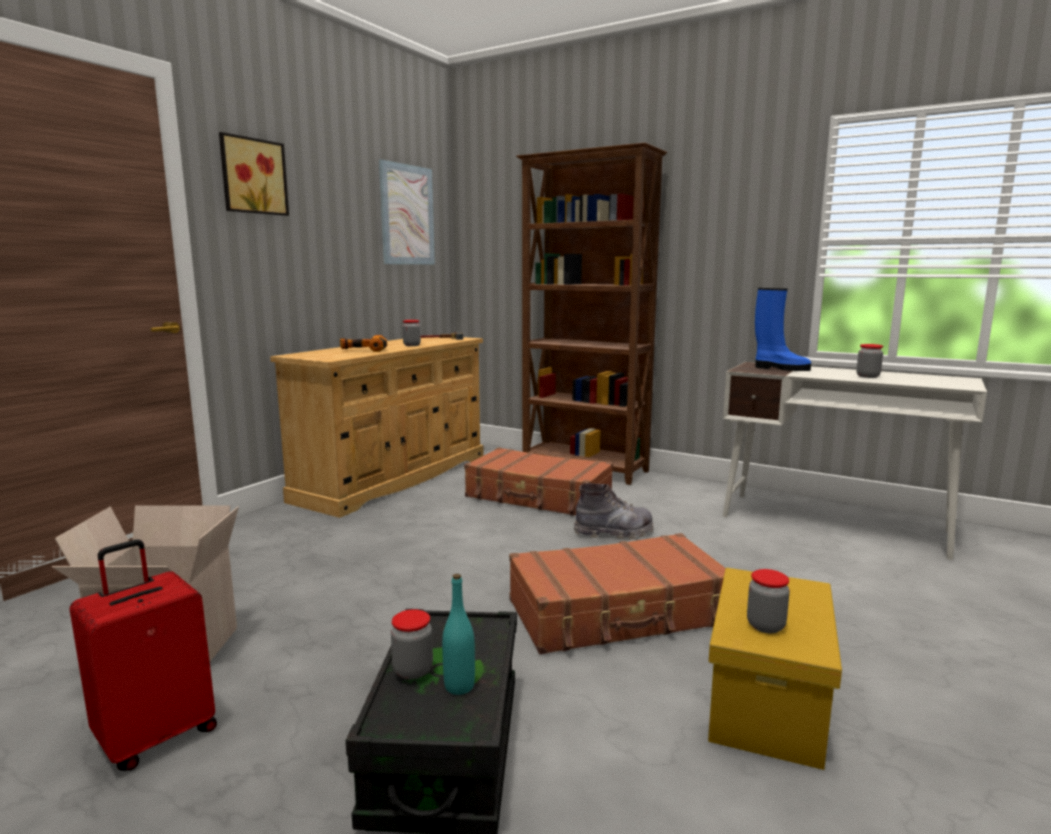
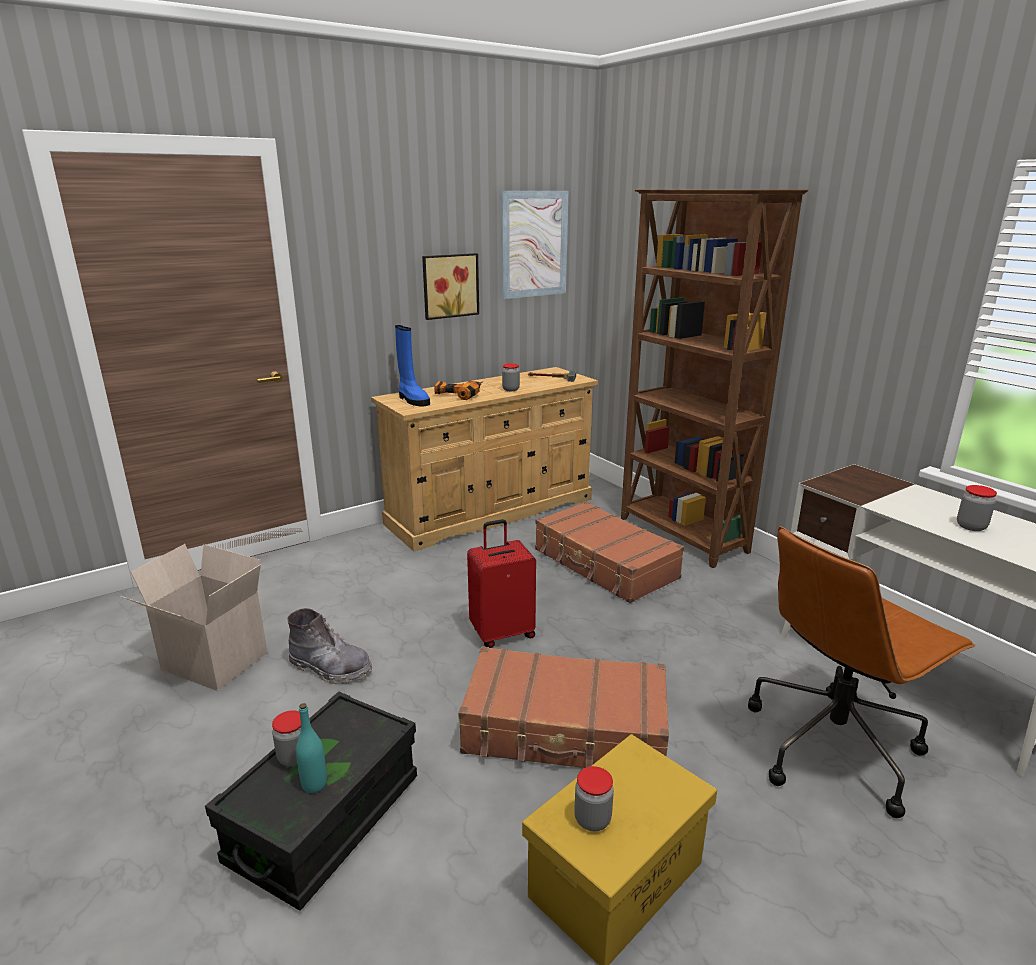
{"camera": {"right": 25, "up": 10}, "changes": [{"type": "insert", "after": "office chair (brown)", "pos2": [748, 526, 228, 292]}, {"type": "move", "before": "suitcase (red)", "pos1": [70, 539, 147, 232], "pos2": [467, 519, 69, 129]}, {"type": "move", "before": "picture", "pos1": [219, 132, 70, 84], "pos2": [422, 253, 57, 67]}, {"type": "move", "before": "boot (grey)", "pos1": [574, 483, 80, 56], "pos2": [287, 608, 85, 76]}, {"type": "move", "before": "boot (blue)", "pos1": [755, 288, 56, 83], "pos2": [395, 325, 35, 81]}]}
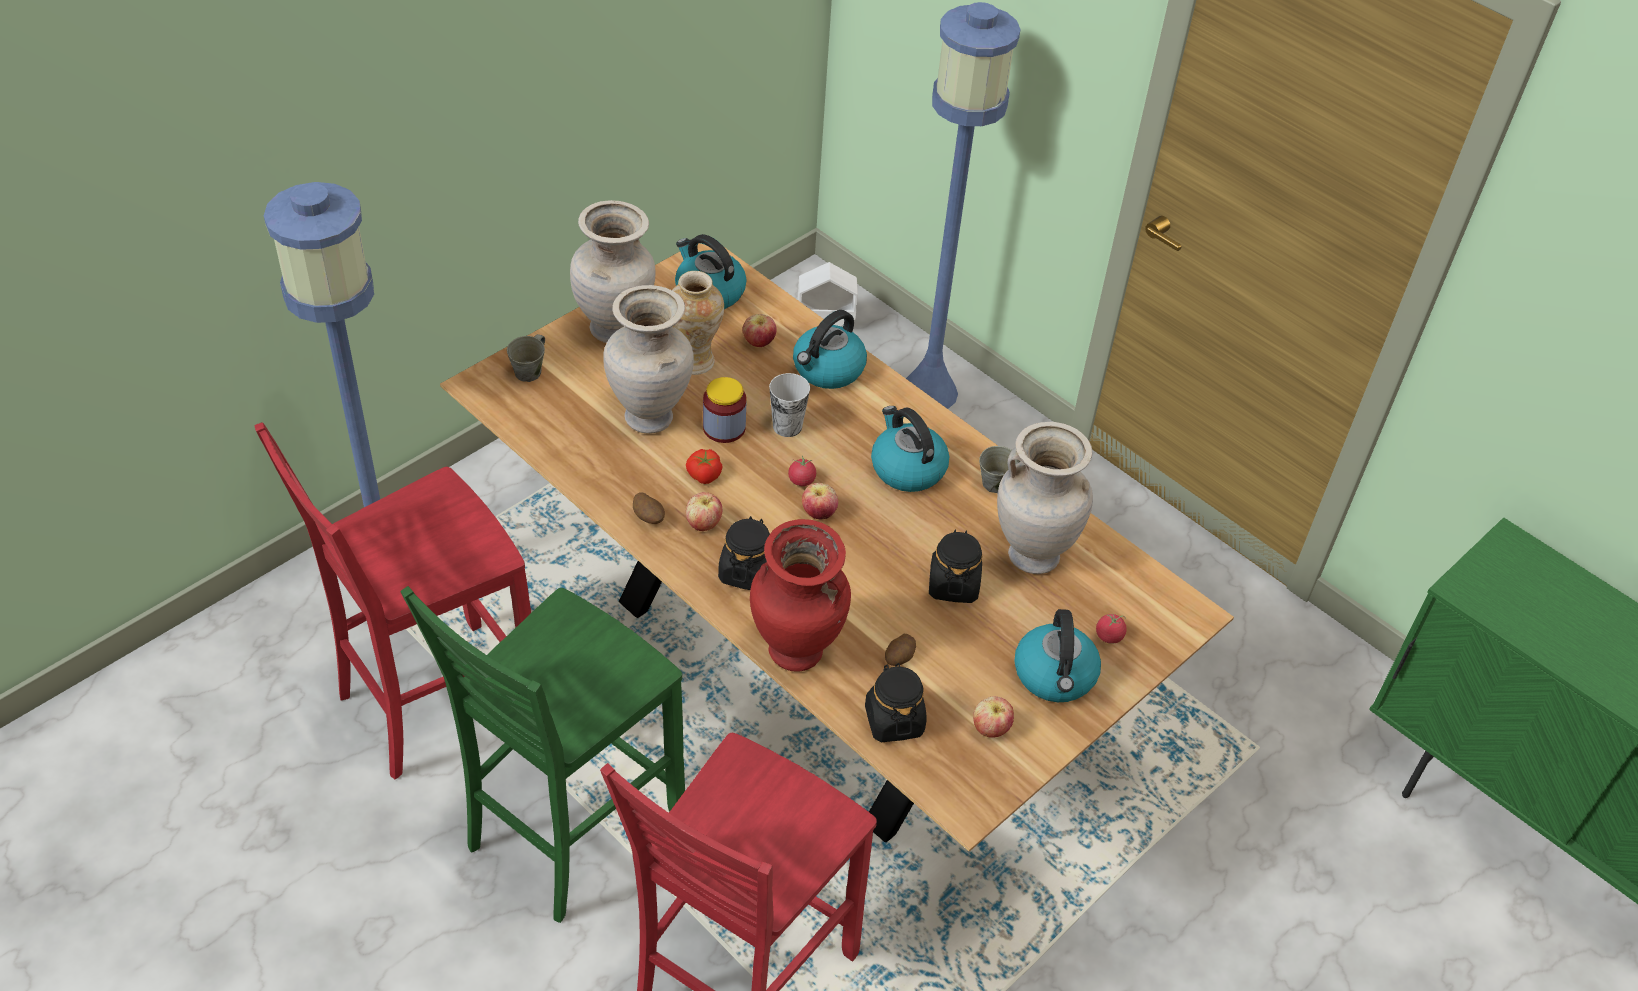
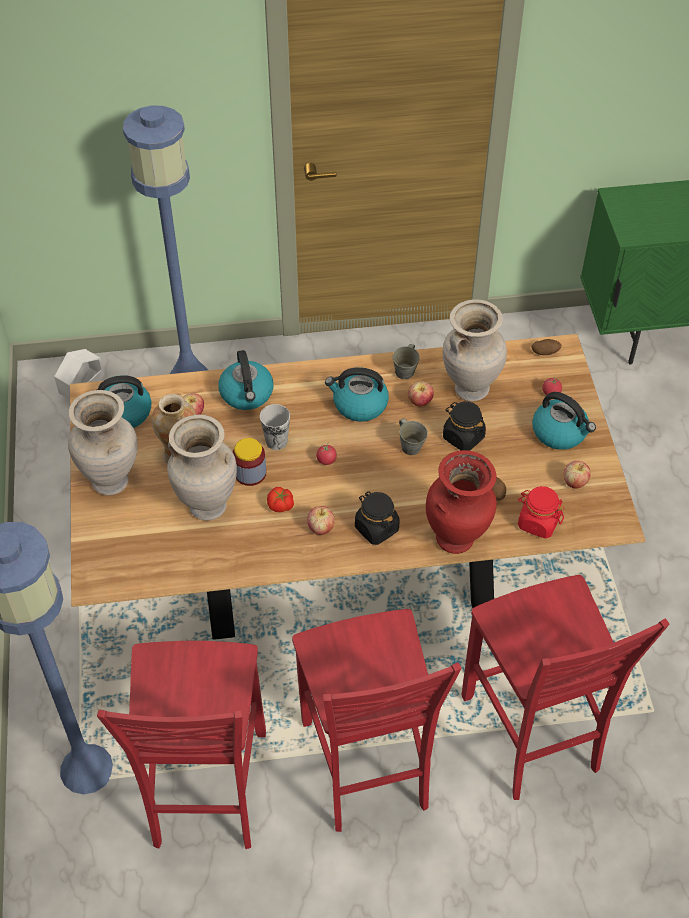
{"camera": {"right": -50, "up": 5}, "changes": [{"type": "move", "before": "mug (grey)", "pos1": [507, 334, 38, 48], "pos2": [399, 418, 29, 37]}, {"type": "move", "before": "potato", "pos1": [633, 492, 32, 32], "pos2": [532, 339, 30, 16]}, {"type": "move", "before": "apple", "pos1": [802, 483, 36, 37], "pos2": [408, 381, 26, 25]}, {"type": "recolor", "before": "chair (green)", "after": "chair (red)", "pos1": [400, 586, 285, 337], "pos2": [292, 609, 170, 223]}, {"type": "recolor", "before": "jar (black)", "after": "jar (red)", "pos1": [865, 663, 62, 79], "pos2": [518, 486, 47, 53]}]}
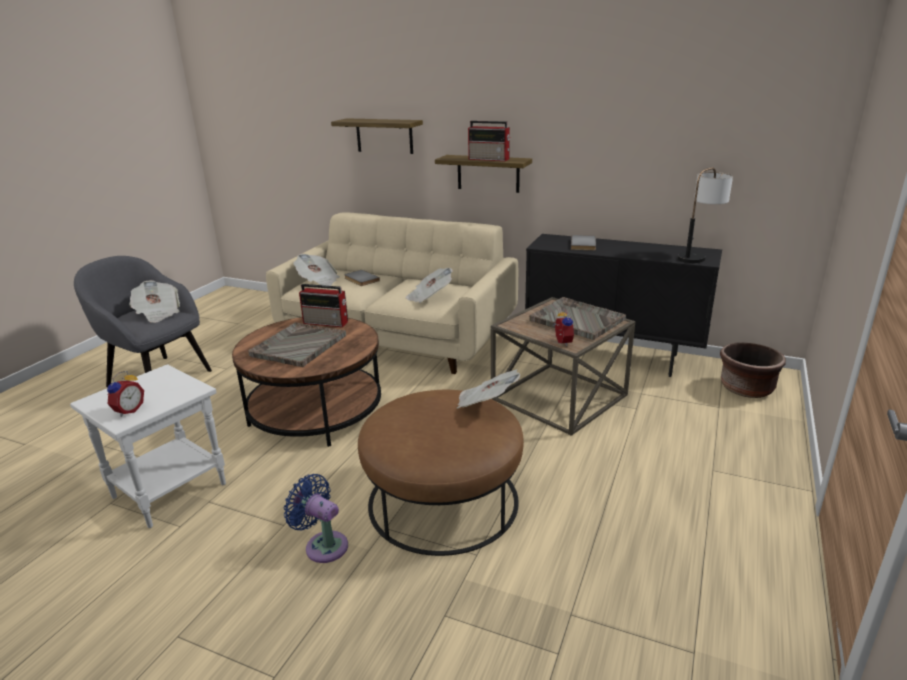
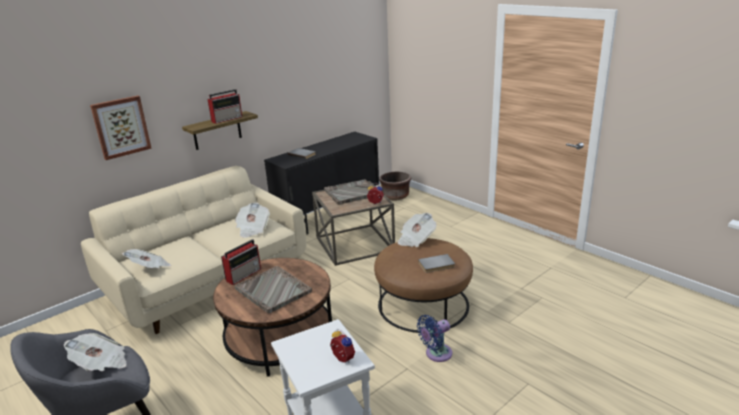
{"camera": {"right": -65, "up": 0}, "changes": [{"type": "delete", "before": "table lamp", "pos1": [678, 167, 55, 96]}, {"type": "move", "before": "book (grey)", "pos1": [344, 270, 36, 16], "pos2": [418, 254, 37, 19]}, {"type": "replace", "before": "shelf", "after": "picture", "pos1": [331, 118, 92, 36], "pos2": [90, 96, 62, 64]}]}
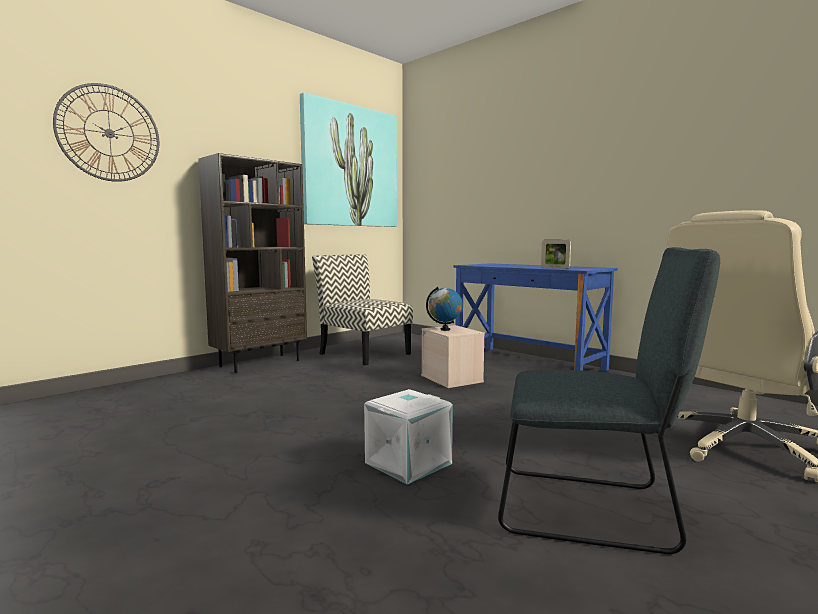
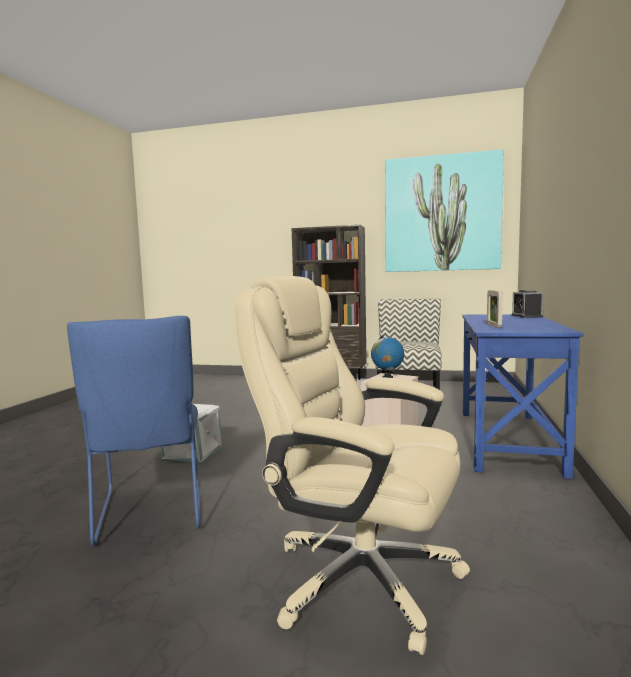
{"camera": {"right": 60, "up": 0}, "changes": [{"type": "delete", "before": "wall clock", "pos1": [53, 83, 106, 99]}, {"type": "insert", "after": "alarm clock", "pos2": [512, 289, 31, 29]}, {"type": "recolor", "before": "chair (grey)", "after": "chair (blue)", "pos1": [498, 247, 222, 307], "pos2": [67, 316, 133, 230]}]}
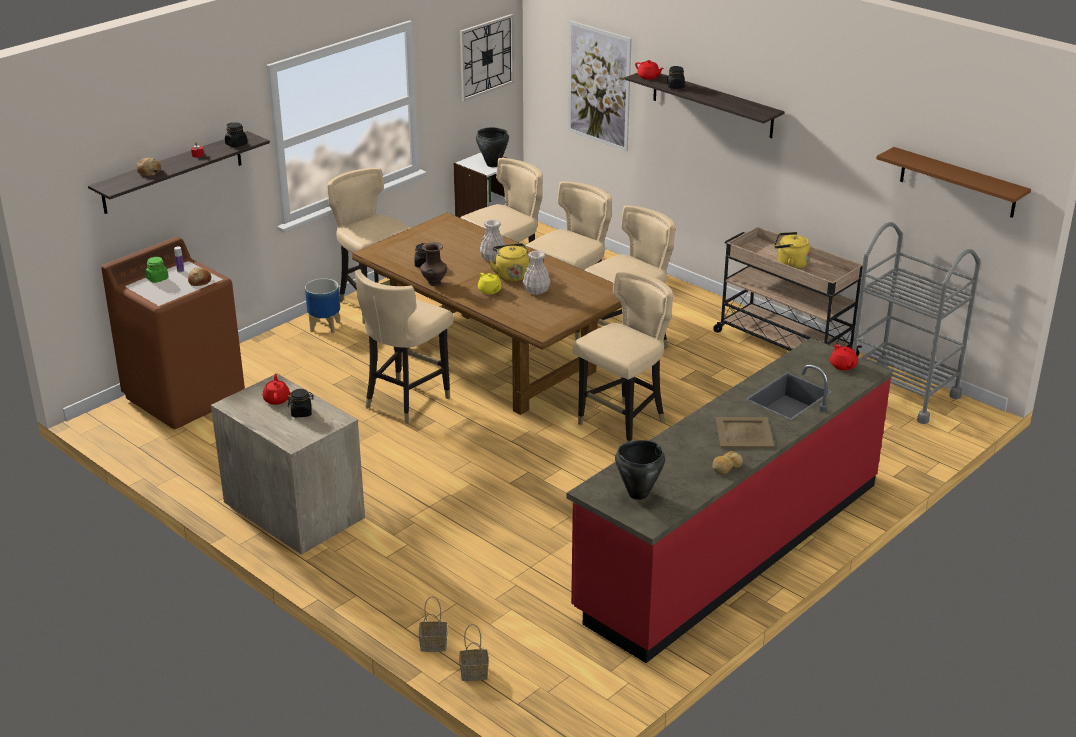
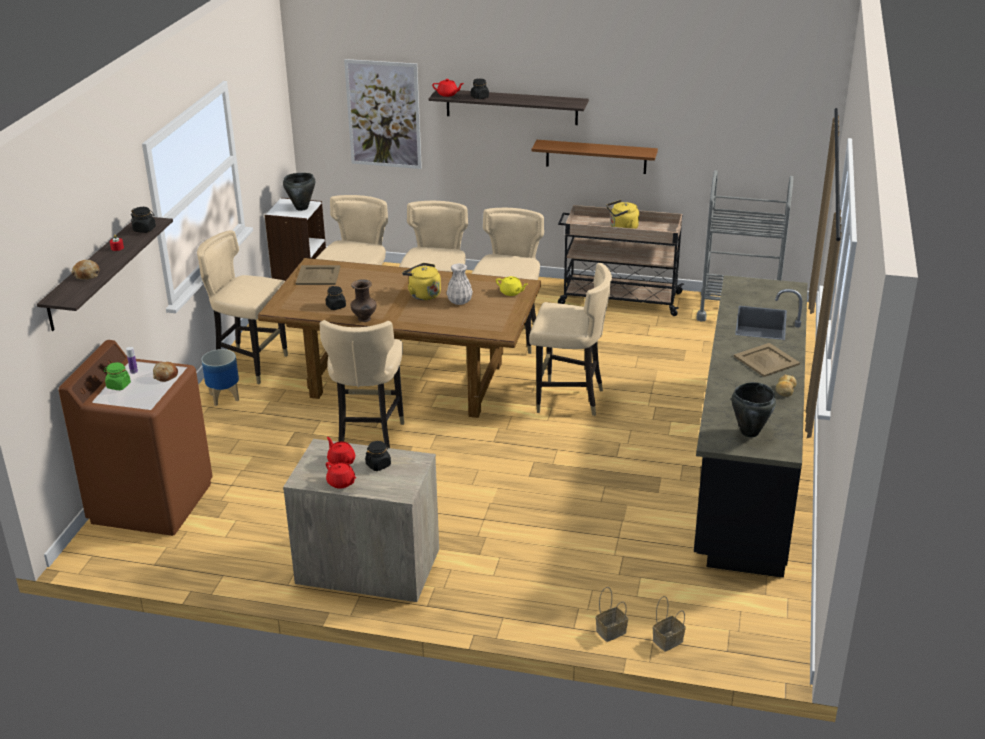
{"camera": {"right": -30, "up": 0}, "changes": [{"type": "delete", "before": "wall clock", "pos1": [460, 14, 54, 87]}, {"type": "delete", "before": "vase (white)", "pos1": [480, 219, 25, 43]}, {"type": "insert", "after": "tray (beige)", "pos2": [296, 265, 44, 20]}, {"type": "move", "before": "teapot (yellow)", "pos1": [478, 273, 24, 21], "pos2": [496, 276, 32, 20]}, {"type": "move", "before": "teapot (red)", "pos1": [830, 344, 28, 26], "pos2": [326, 462, 30, 27]}, {"type": "move", "before": "shelf (brown)", "pos1": [876, 147, 155, 71], "pos2": [532, 140, 126, 34]}, {"type": "recolor", "before": "counter (red)", "after": "counter (black)", "pos1": [567, 338, 326, 325], "pos2": [694, 275, 113, 303]}, {"type": "rotate", "before": "chair (beige)", "pos1": [572, 271, 101, 171], "pos2": [529, 263, 83, 153], "turn": 90}]}
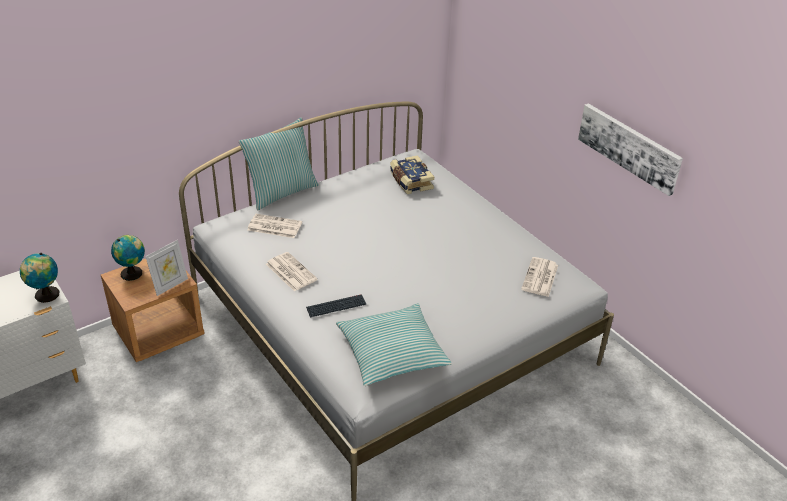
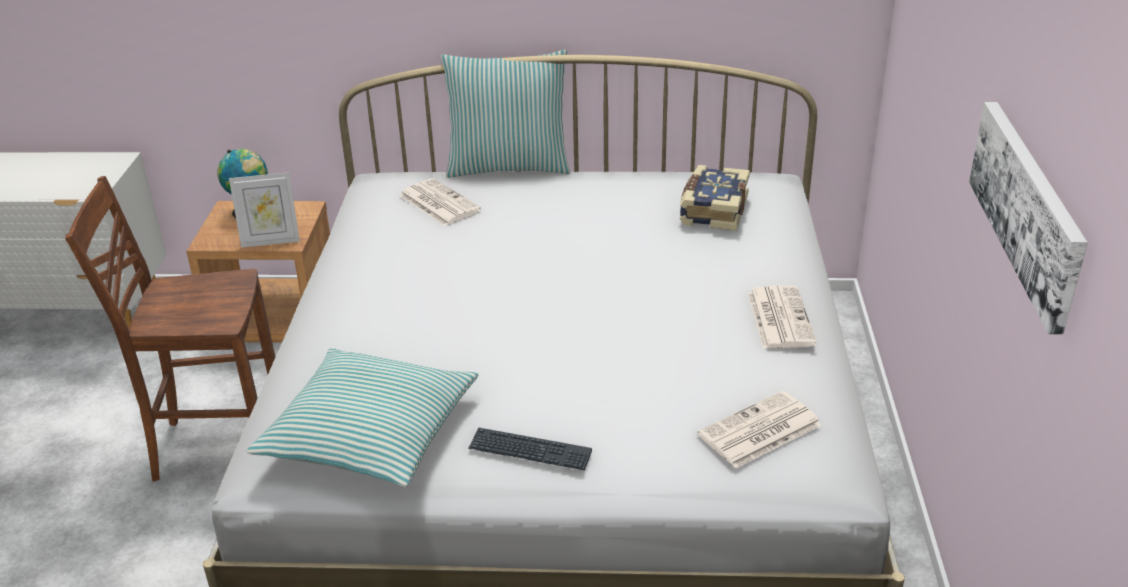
{"camera": {"right": 40, "up": -5}, "changes": [{"type": "delete", "before": "globe", "pos1": [20, 253, 40, 50]}, {"type": "insert", "after": "chair (brown)", "pos2": [65, 176, 210, 305]}, {"type": "move", "before": "newspaper", "pos1": [266, 252, 52, 40], "pos2": [748, 286, 69, 63]}, {"type": "move", "before": "keyboard", "pos1": [306, 294, 60, 24], "pos2": [469, 428, 123, 42]}]}
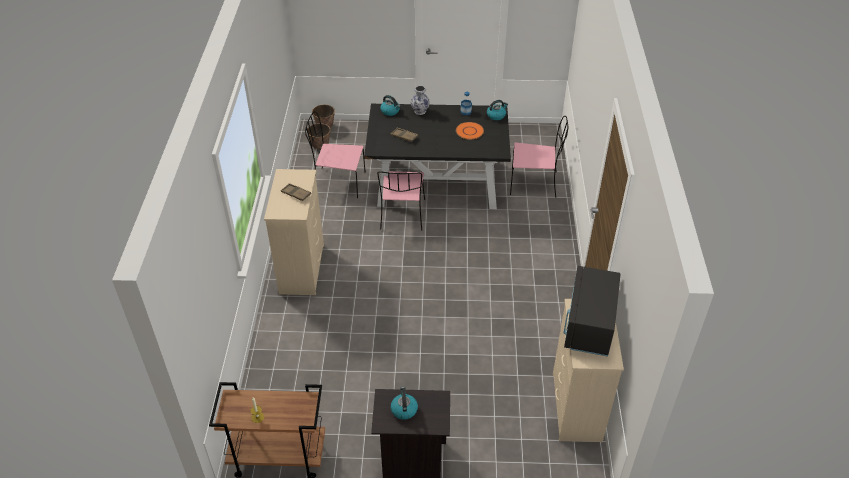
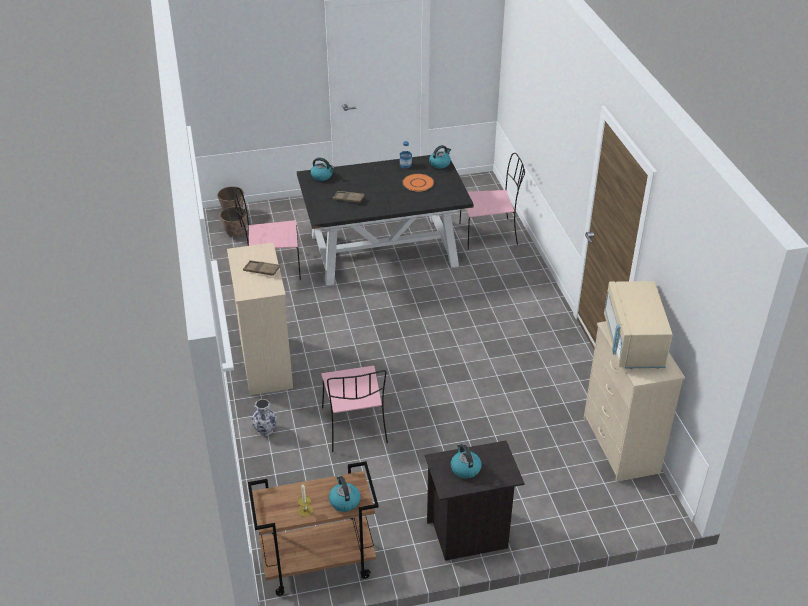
{"camera": {"right": -15, "up": -5}, "changes": [{"type": "insert", "after": "kettle", "pos2": [329, 475, 32, 37]}, {"type": "move", "before": "chair (pink)", "pos1": [377, 171, 48, 60], "pos2": [321, 366, 67, 86]}, {"type": "move", "before": "vase", "pos1": [411, 86, 19, 29], "pos2": [251, 399, 26, 37]}, {"type": "recolor", "before": "microwave (black)", "after": "microwave (beige)", "pos1": [564, 266, 57, 91], "pos2": [604, 281, 69, 88]}]}
